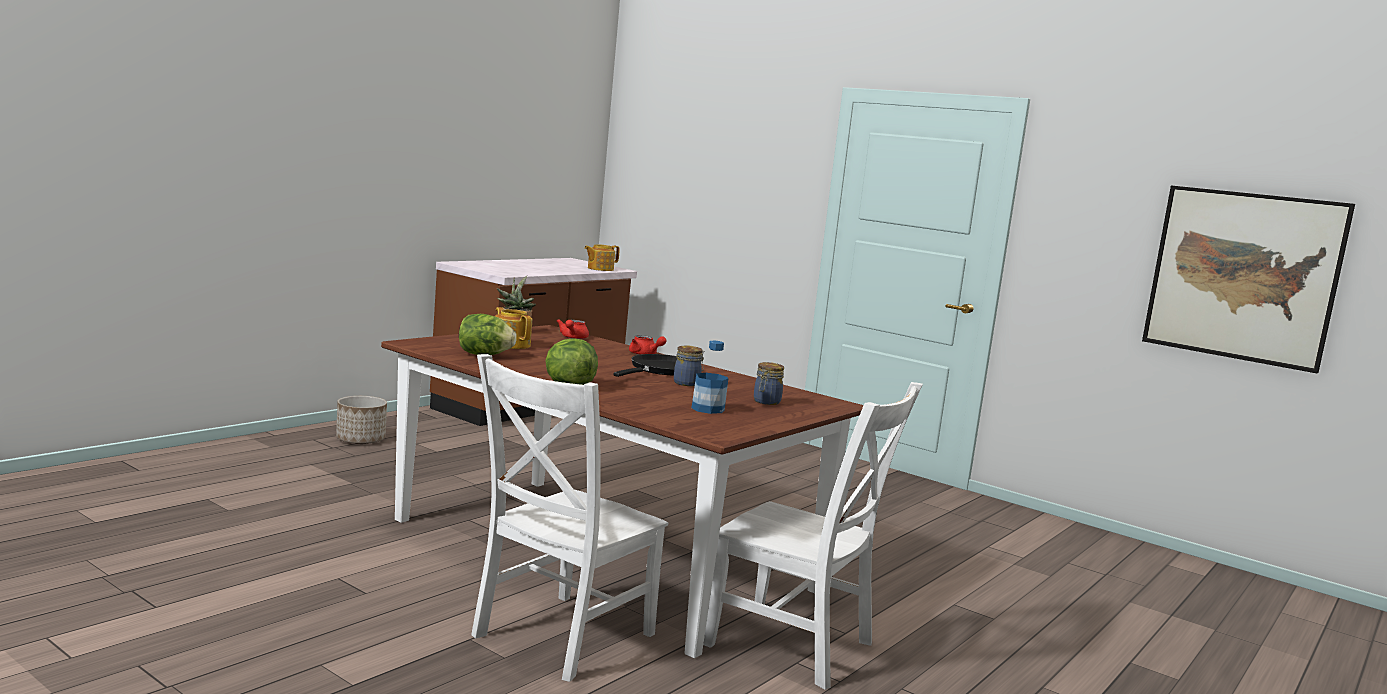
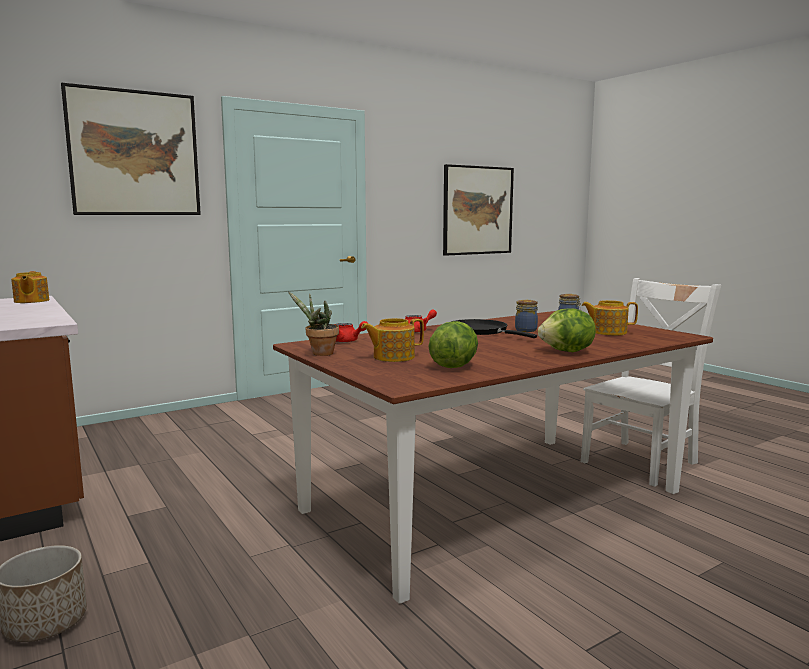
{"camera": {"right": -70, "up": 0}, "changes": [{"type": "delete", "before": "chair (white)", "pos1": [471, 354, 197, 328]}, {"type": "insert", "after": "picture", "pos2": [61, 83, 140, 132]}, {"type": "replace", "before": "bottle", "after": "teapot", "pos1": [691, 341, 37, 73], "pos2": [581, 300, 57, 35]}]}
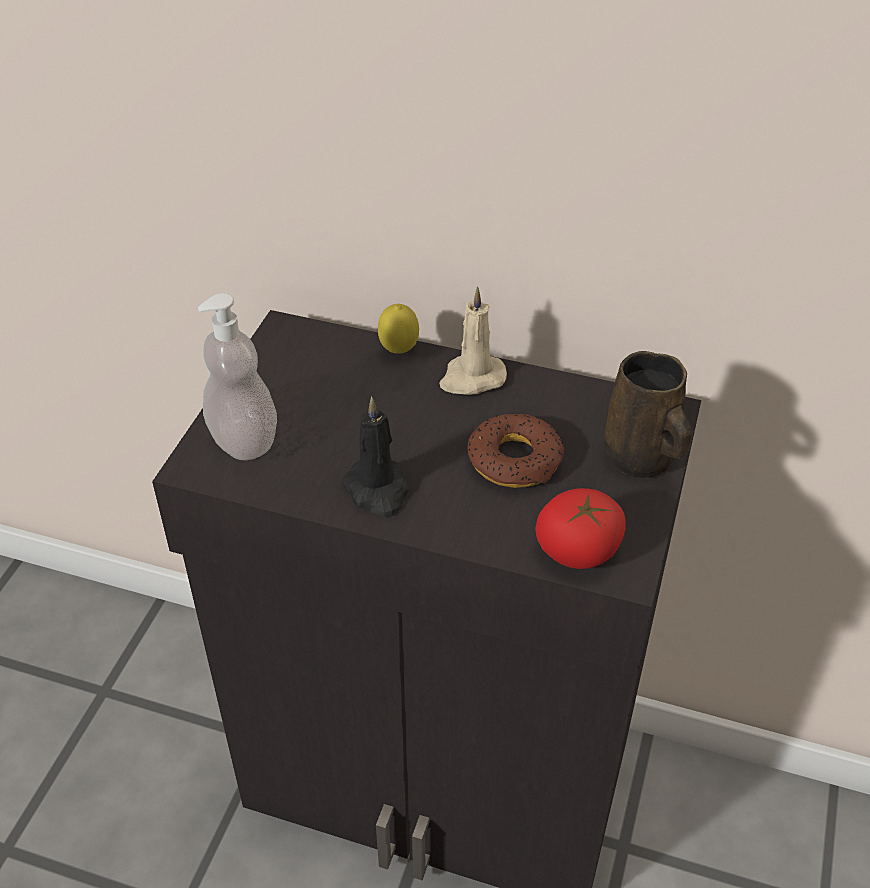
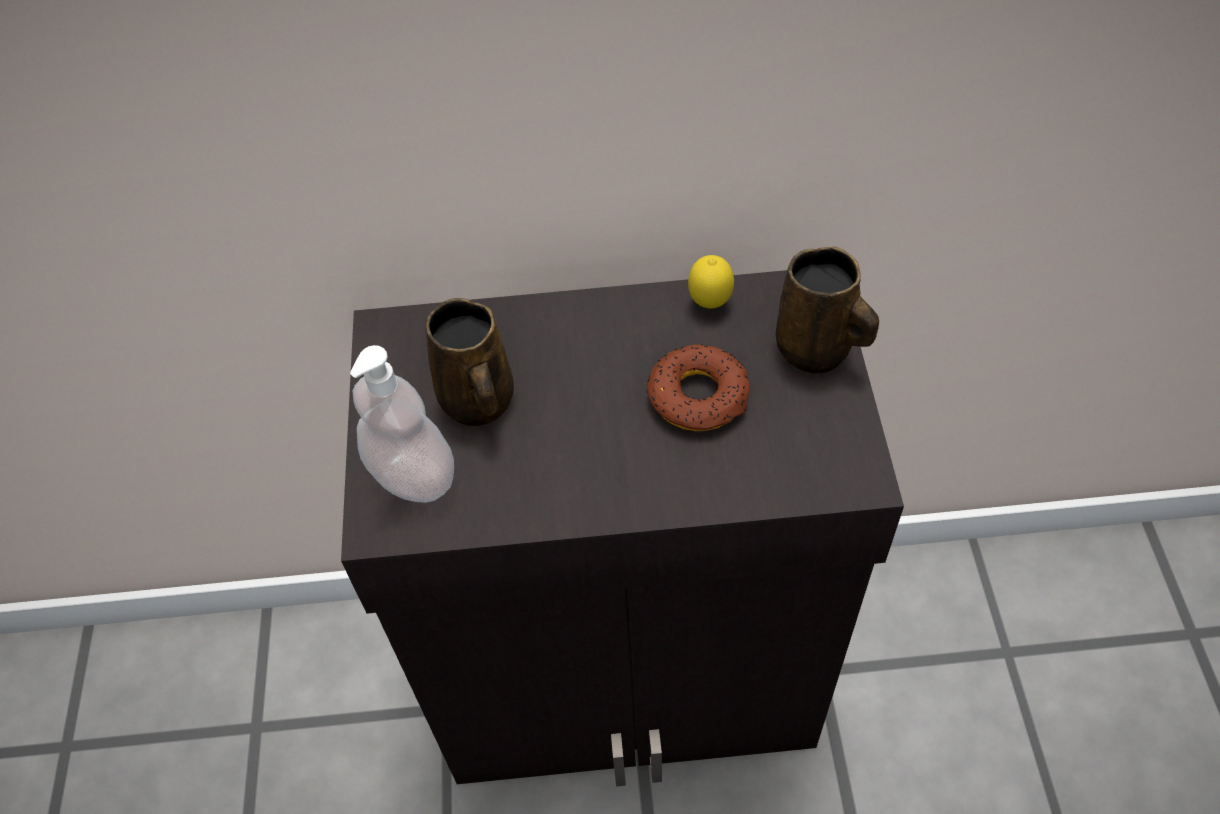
{"camera": {"right": -20, "up": 10}, "changes": [{"type": "delete", "before": "candle (black)", "pos1": [342, 397, 67, 120]}, {"type": "delete", "before": "candle (beige)", "pos1": [439, 287, 68, 108]}, {"type": "delete", "before": "tomato", "pos1": [535, 488, 91, 81]}, {"type": "insert", "after": "mug (brown)", "pos2": [425, 298, 89, 128]}, {"type": "move", "before": "lemon", "pos1": [378, 304, 41, 50], "pos2": [688, 255, 46, 53]}]}
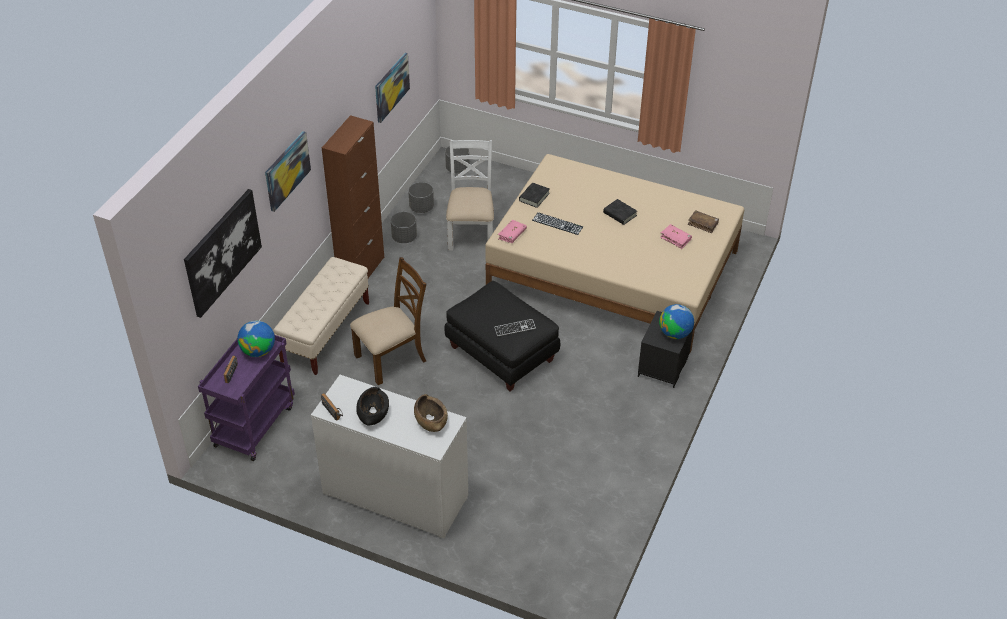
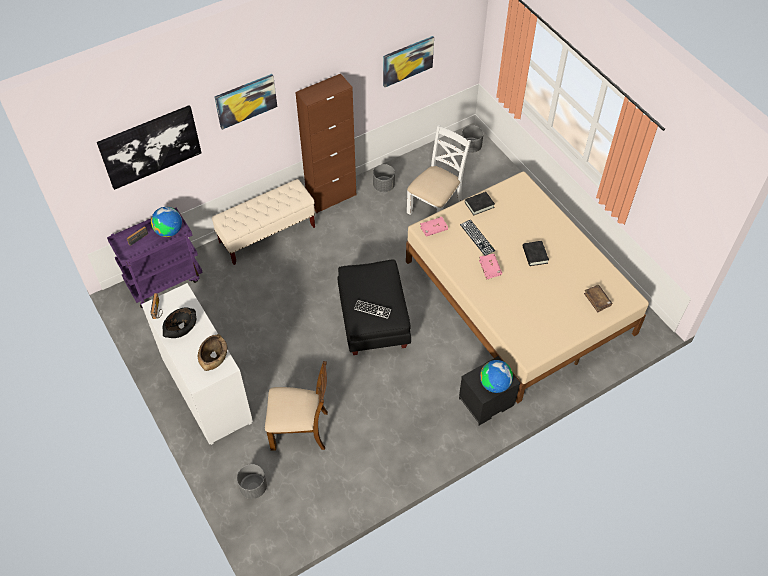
{"camera": {"right": 35, "up": 10}, "changes": [{"type": "move", "before": "chair (brown)", "pos1": [350, 257, 76, 128], "pos2": [265, 361, 63, 90]}, {"type": "move", "before": "planter (grey)", "pos1": [408, 182, 26, 31], "pos2": [237, 464, 30, 35]}, {"type": "move", "before": "book (pink)", "pos1": [660, 224, 32, 25], "pos2": [479, 254, 23, 26]}]}
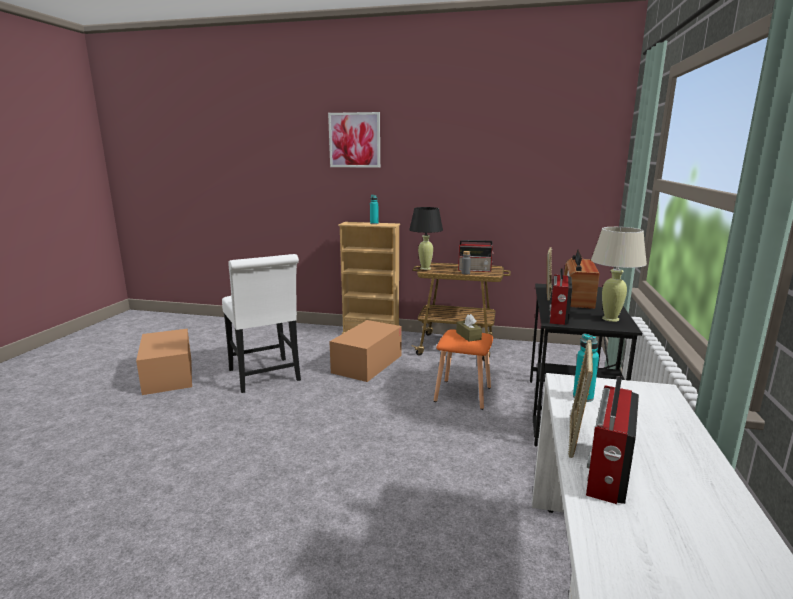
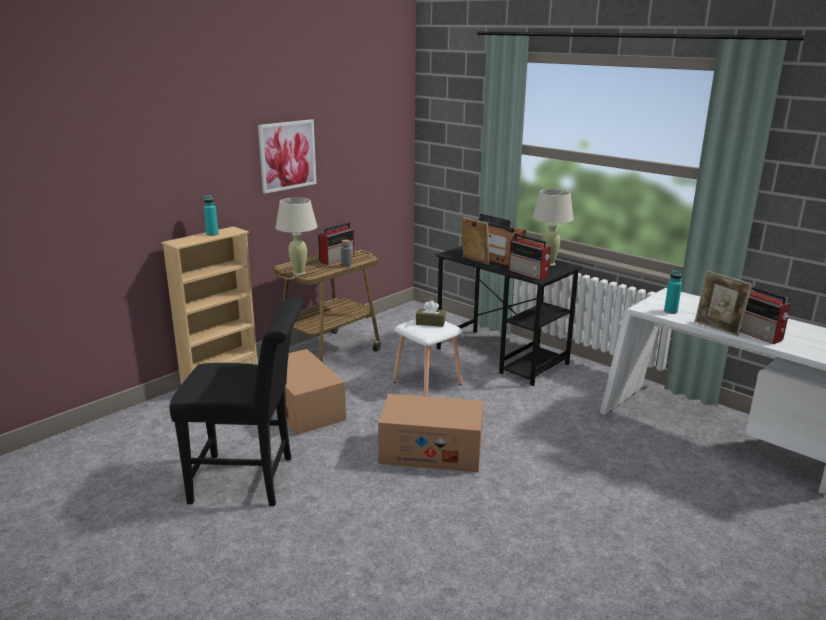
{"camera": {"right": -60, "up": 5}, "changes": [{"type": "move", "before": "cardboard box", "pos1": [136, 329, 56, 66], "pos2": [378, 394, 105, 78]}, {"type": "move", "before": "picture", "pos1": [328, 112, 52, 56], "pos2": [258, 119, 58, 75]}, {"type": "recolor", "before": "chair (white)", "after": "chair (black)", "pos1": [222, 254, 79, 139], "pos2": [169, 297, 135, 209]}, {"type": "recolor", "before": "table lamp (black)", "after": "table lamp (beige)", "pos1": [409, 207, 34, 63], "pos2": [275, 198, 42, 77]}, {"type": "recolor", "before": "stool (orange)", "after": "stool (white)", "pos1": [434, 329, 59, 81], "pos2": [393, 319, 69, 78]}]}
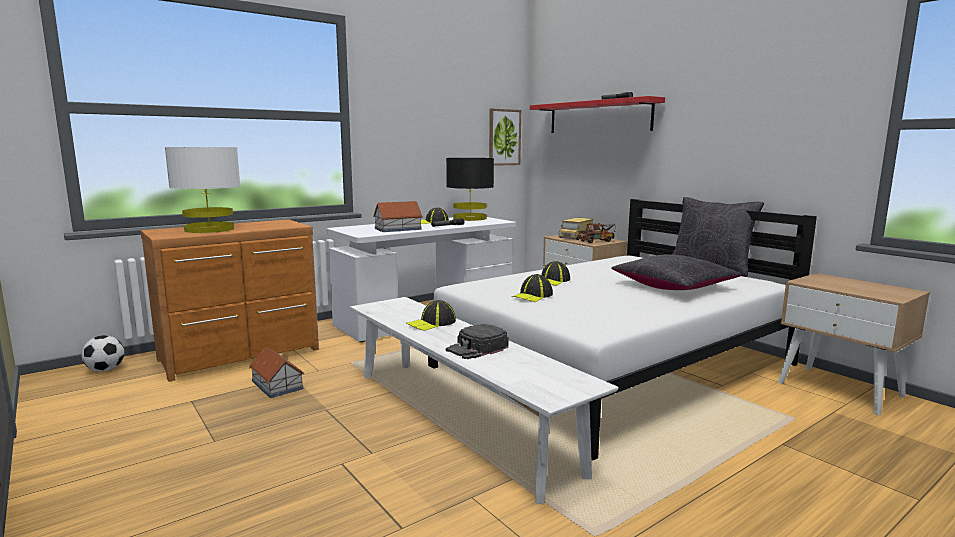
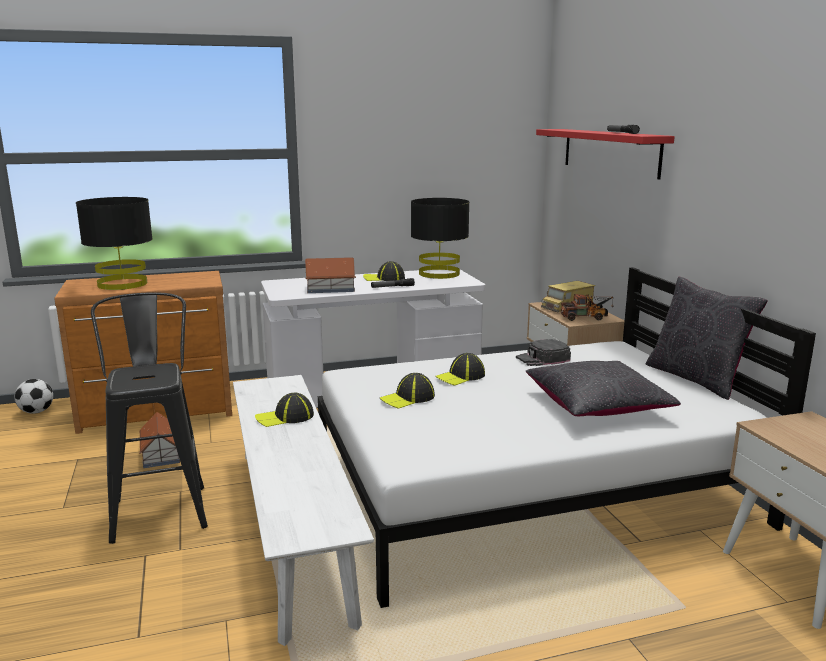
{"camera": {"right": 20, "up": 5}, "changes": [{"type": "delete", "before": "picture", "pos1": [489, 108, 32, 58]}, {"type": "insert", "after": "stool (black)", "pos2": [91, 292, 117, 252]}, {"type": "move", "before": "cap (black)", "pos1": [446, 324, 63, 35], "pos2": [516, 339, 55, 27]}, {"type": "recolor", "before": "table lamp (white)", "after": "table lamp (black)", "pos1": [165, 147, 75, 86], "pos2": [76, 197, 77, 93]}]}
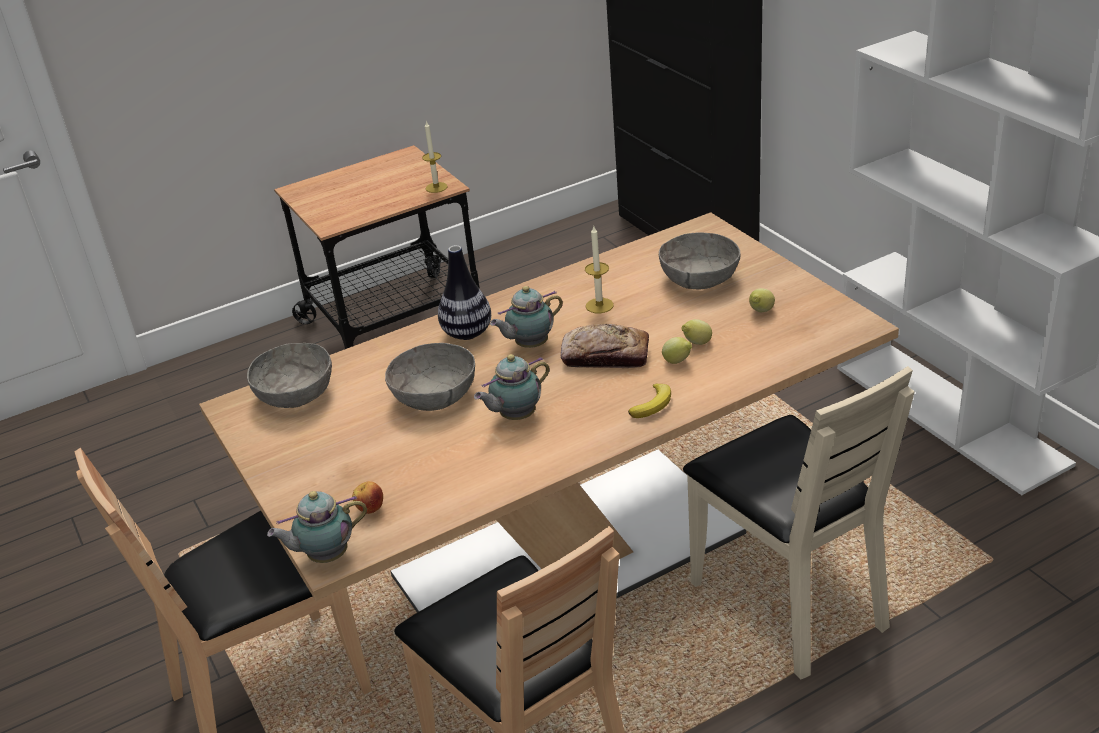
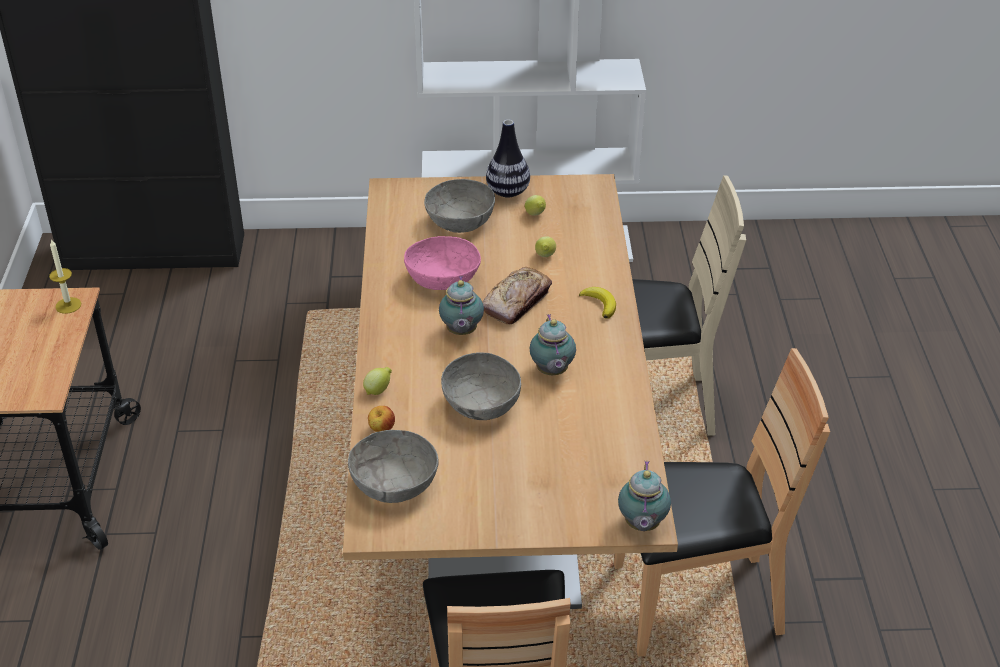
{"camera": {"right": -65, "up": 5}, "changes": [{"type": "move", "before": "apple", "pos1": [352, 481, 31, 33], "pos2": [368, 406, 27, 26]}, {"type": "move", "before": "vase", "pos1": [438, 245, 53, 95], "pos2": [486, 119, 44, 79]}, {"type": "move", "before": "lemon", "pos1": [662, 337, 30, 27], "pos2": [363, 367, 29, 28]}, {"type": "replace", "before": "candle", "after": "bowl (pink)", "pos1": [585, 226, 29, 87], "pos2": [404, 236, 77, 54]}]}
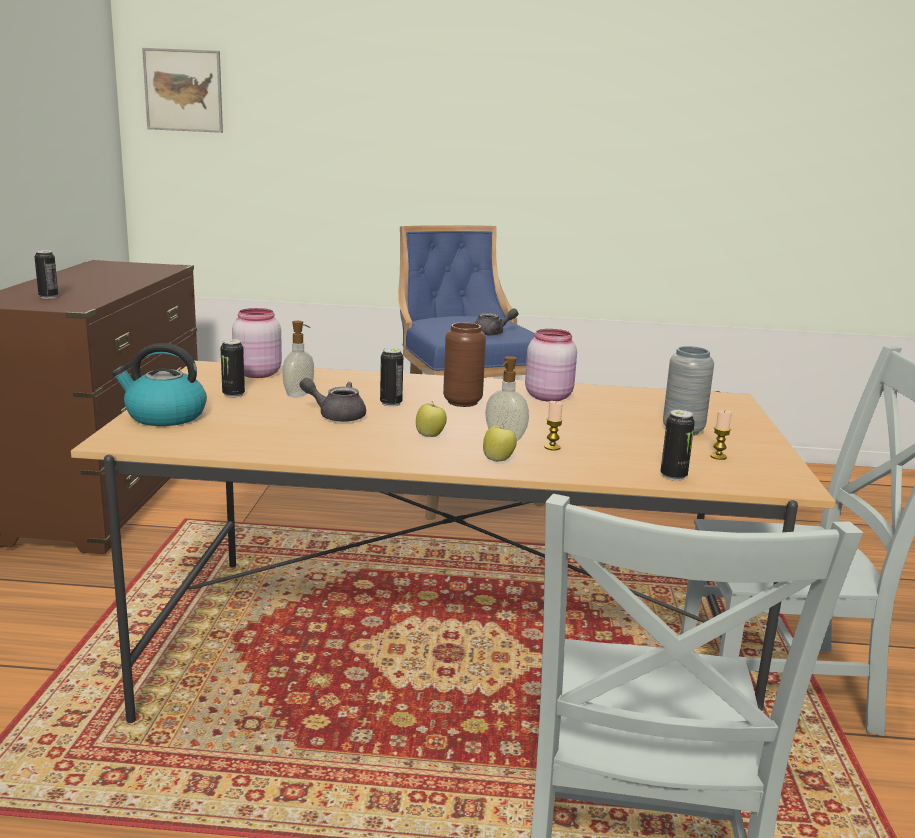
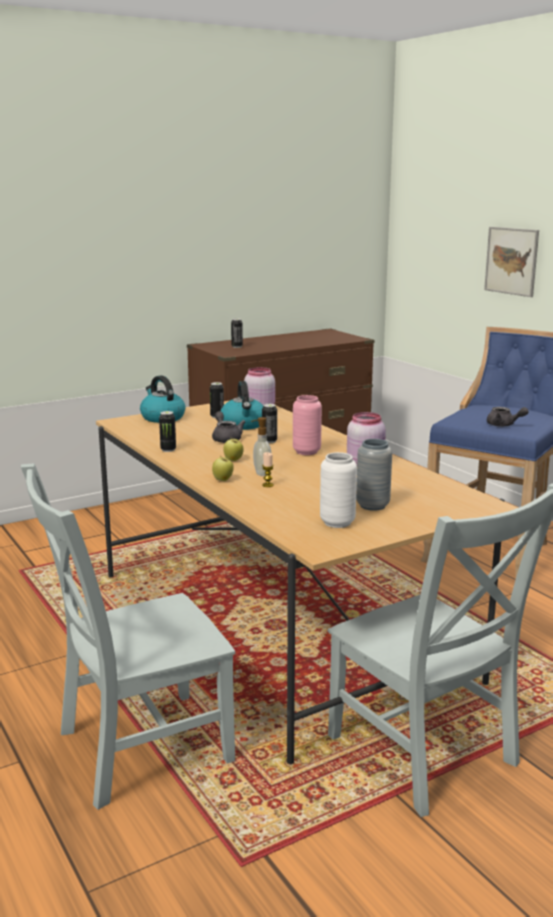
{"camera": {"right": 55, "up": 0}, "changes": [{"type": "move", "before": "picture", "pos1": [142, 48, 81, 85], "pos2": [484, 227, 55, 70]}, {"type": "move", "before": "can", "pos1": [661, 410, 34, 71], "pos2": [159, 411, 17, 41]}, {"type": "replace", "before": "soap dispenser", "after": "kettle", "pos1": [282, 321, 32, 77], "pos2": [221, 381, 42, 49]}, {"type": "replace", "before": "candle", "after": "vase (white)", "pos1": [710, 410, 22, 50], "pos2": [320, 452, 37, 76]}, {"type": "recolor", "before": "vase (brown)", "after": "vase (pink)", "pos1": [443, 323, 43, 84], "pos2": [293, 395, 29, 60]}]}
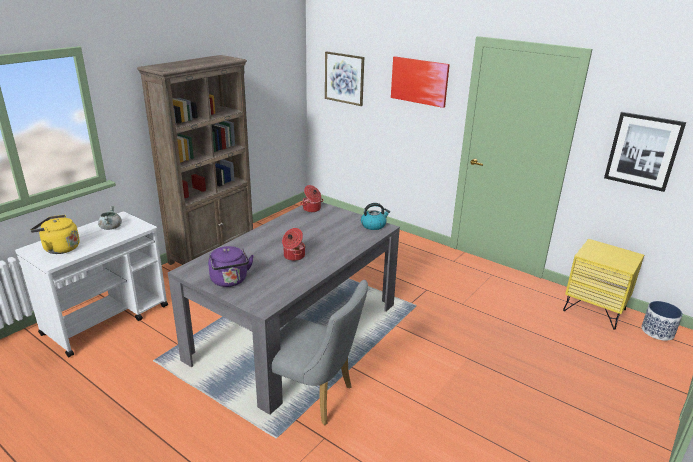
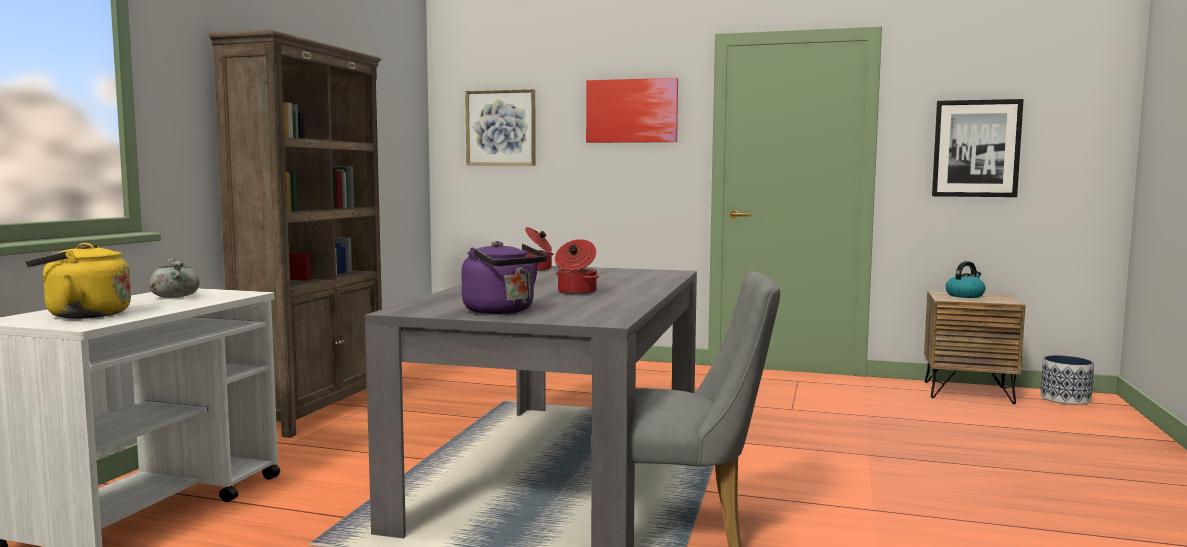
{"camera": {"right": -20, "up": -20}, "changes": [{"type": "move", "before": "kettle", "pos1": [361, 203, 29, 27], "pos2": [946, 261, 40, 37]}, {"type": "recolor", "before": "nightstand (yellow)", "after": "nightstand (brown)", "pos1": [563, 239, 81, 90], "pos2": [924, 291, 101, 113]}]}
